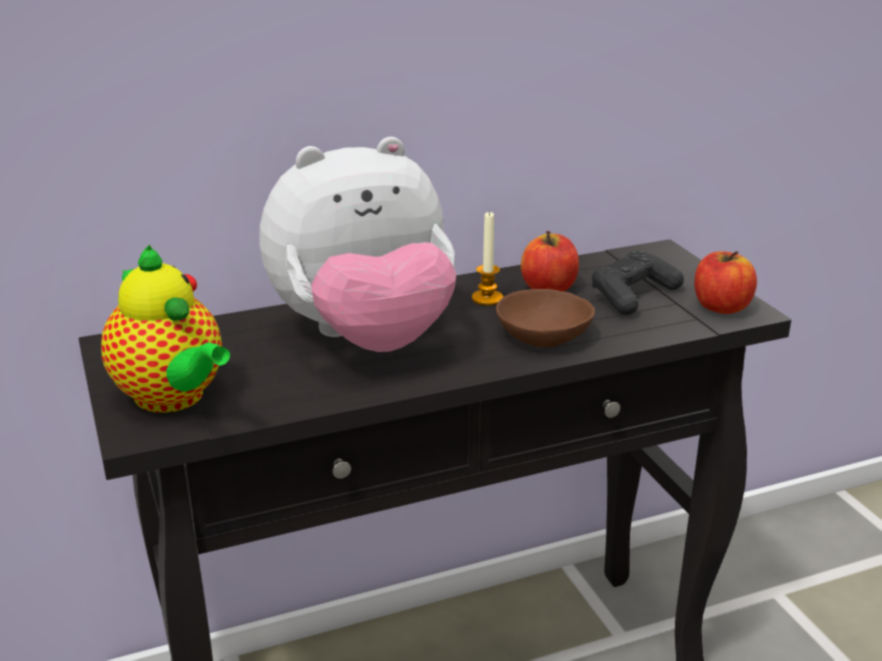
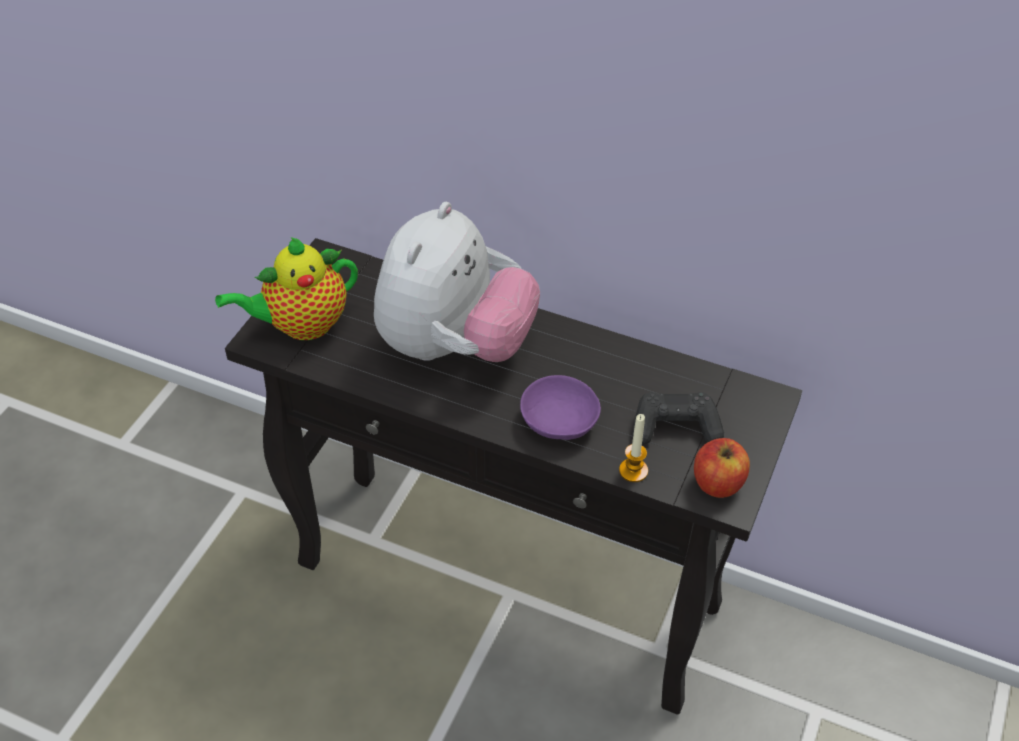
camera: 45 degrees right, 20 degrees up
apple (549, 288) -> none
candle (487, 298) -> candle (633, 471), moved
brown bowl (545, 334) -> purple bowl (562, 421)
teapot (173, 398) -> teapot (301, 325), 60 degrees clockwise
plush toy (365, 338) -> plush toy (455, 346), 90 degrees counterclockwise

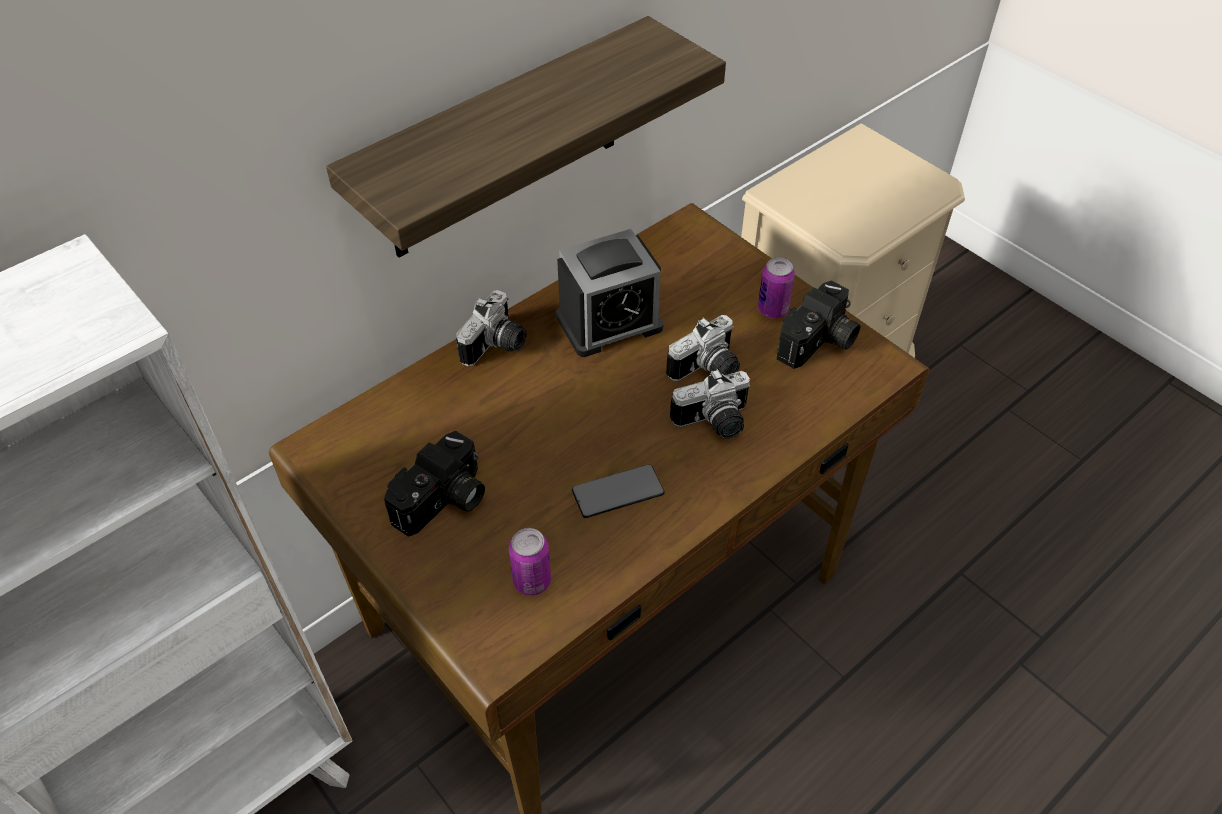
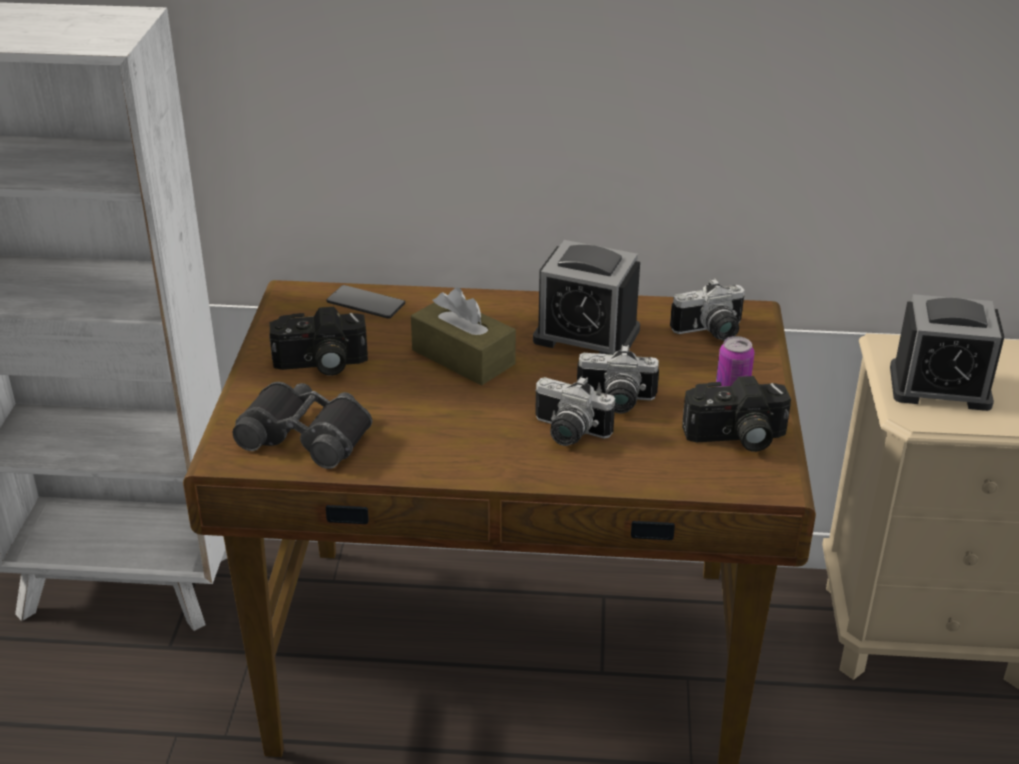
camera: 45 degrees right, 15 degrees down
shelf (504, 142) -> none
none -> brown tissue box (463, 357)
none -> alarm clock (939, 387)
photo camera (497, 346) -> photo camera (711, 333), moved
phone (618, 492) -> phone (366, 303), moved
can (532, 581) -> black binoculars (306, 435)

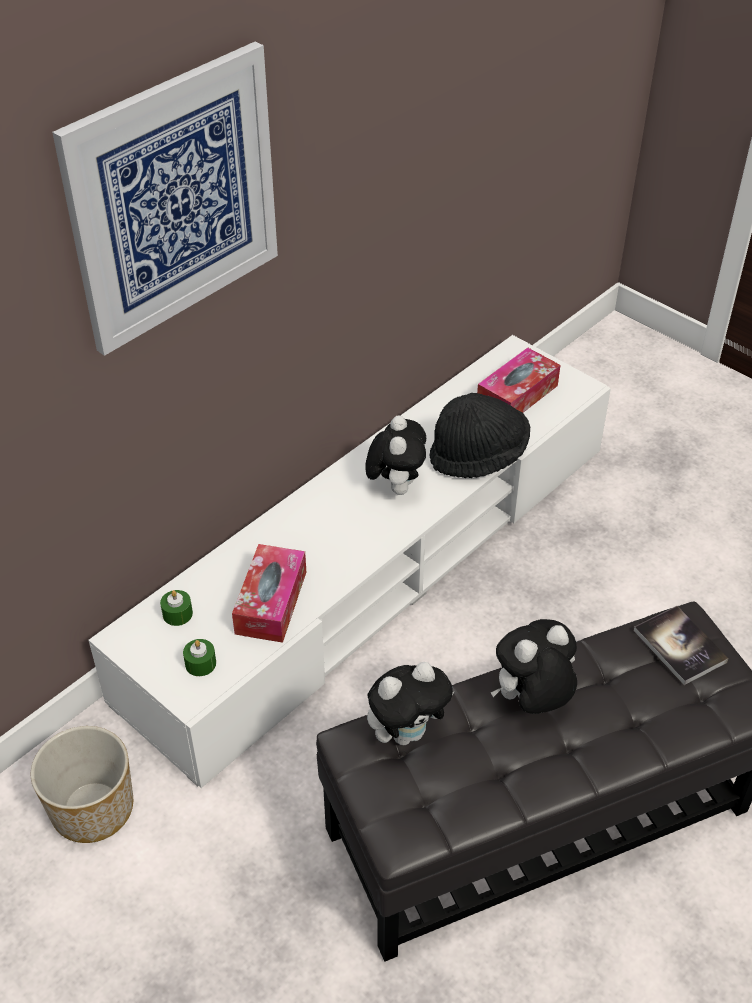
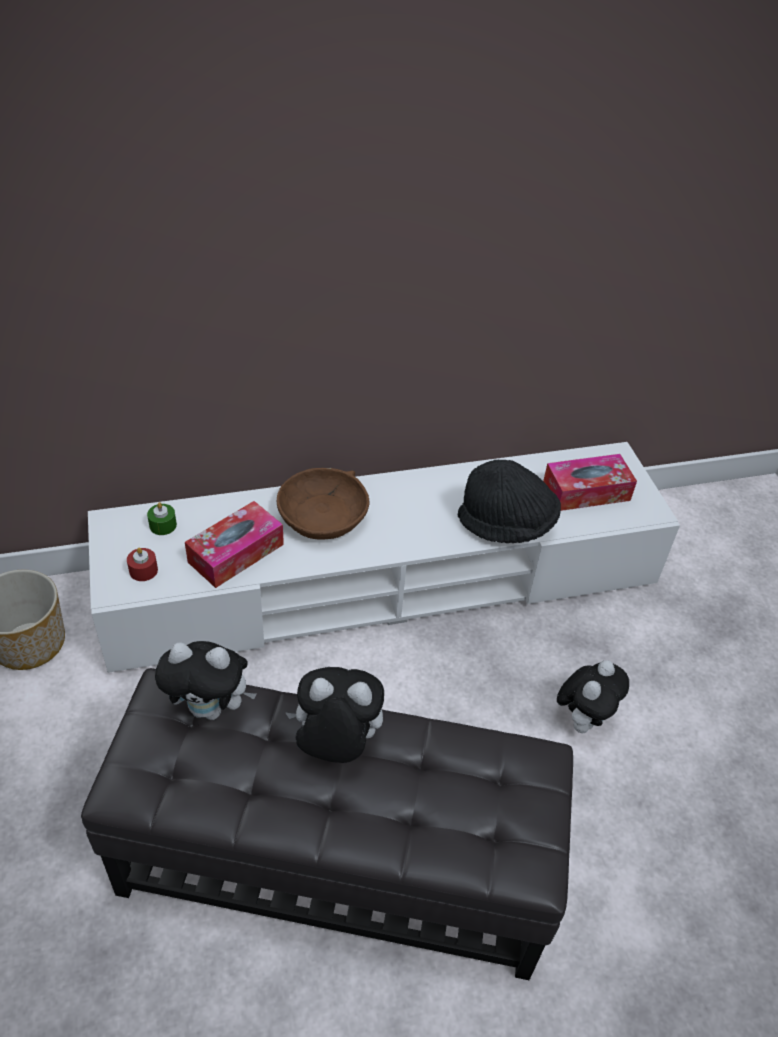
camera: 30 degrees right, 0 degrees up
picture (174, 199) -> none
book (679, 646) -> none
none -> brown bowl (323, 515)
plush toy (395, 486) -> plush toy (583, 718), moved
green candle (200, 663) -> red candle (143, 570)

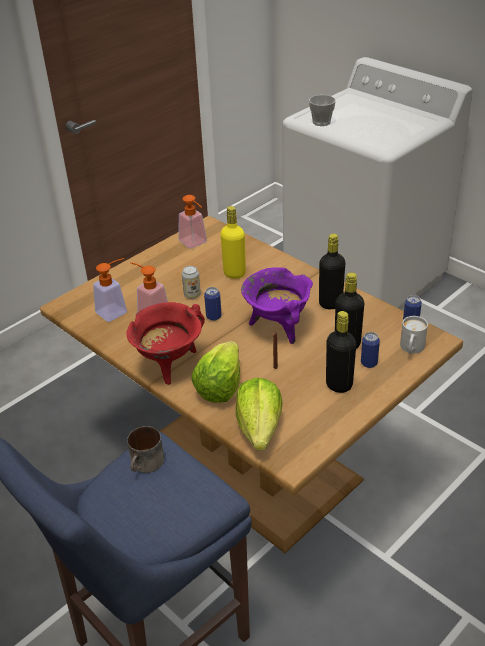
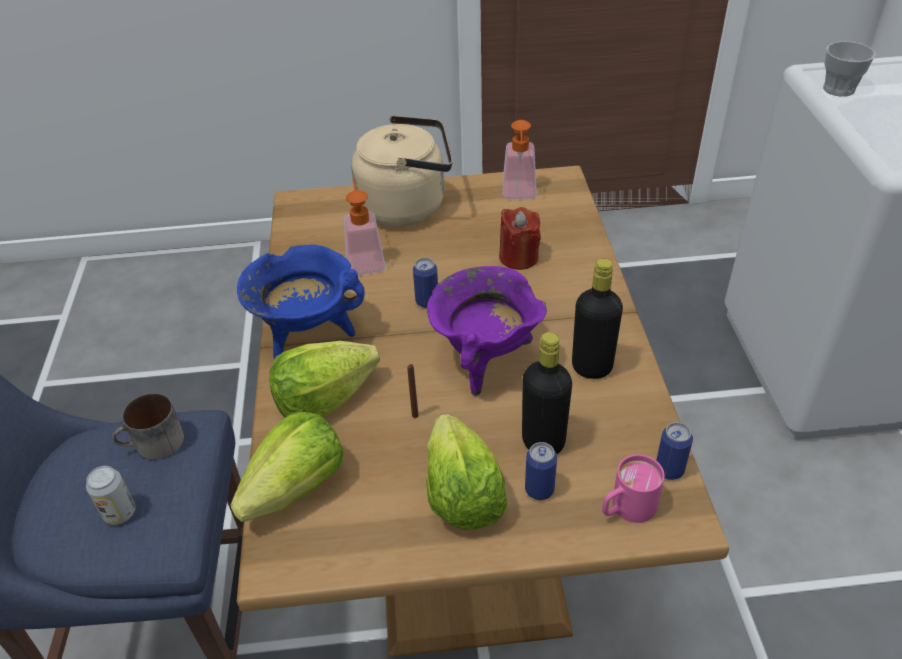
camera: 40 degrees right, 5 degrees up
soap dispenser (116, 310) -> none
none -> beige kettle (408, 206)
can (192, 295) -> can (120, 513), moved
yellow bottle (234, 273) -> red candle (518, 257)
black bottle (339, 385) -> lettuce (461, 495)
red cooking pot (169, 364) -> blue cooking pot (308, 335)
white mug (411, 349) -> pink mug (626, 509)

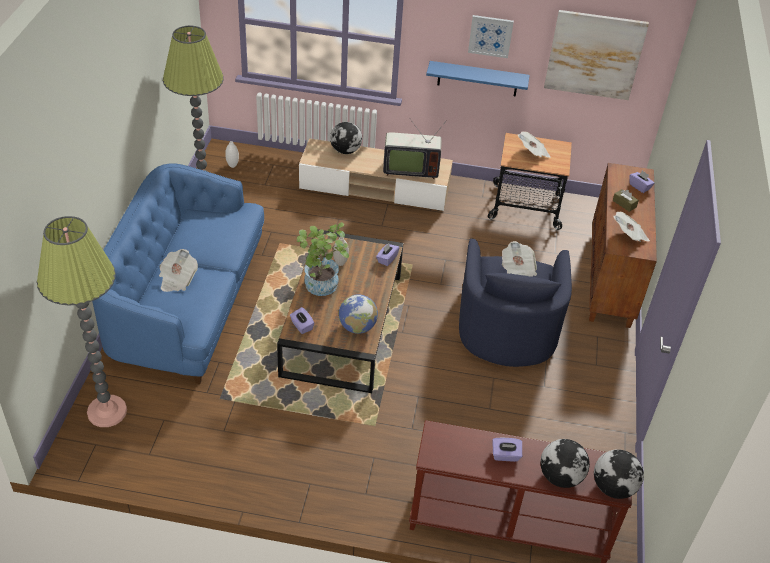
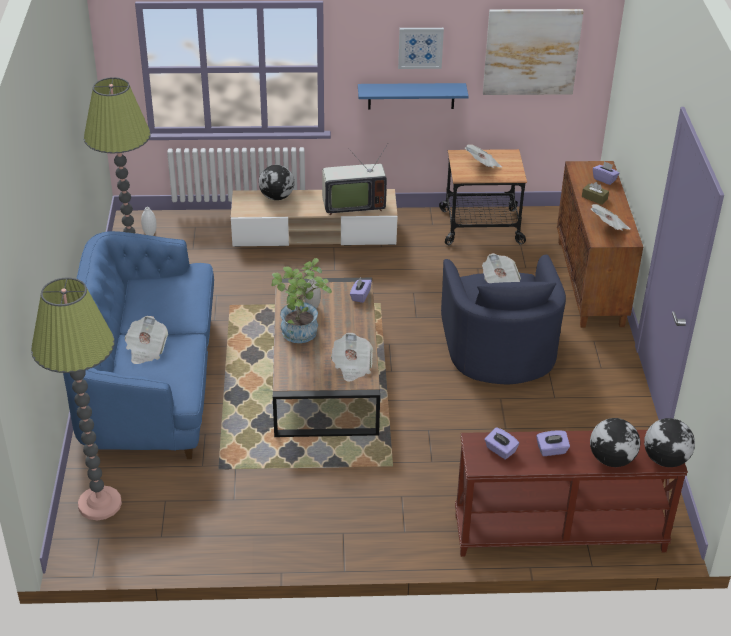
camera: 10 degrees left, 5 degrees down
purple tissue box (301, 326) -> purple tissue box (500, 450), moved
globe (357, 327) -> newspaper (352, 366)

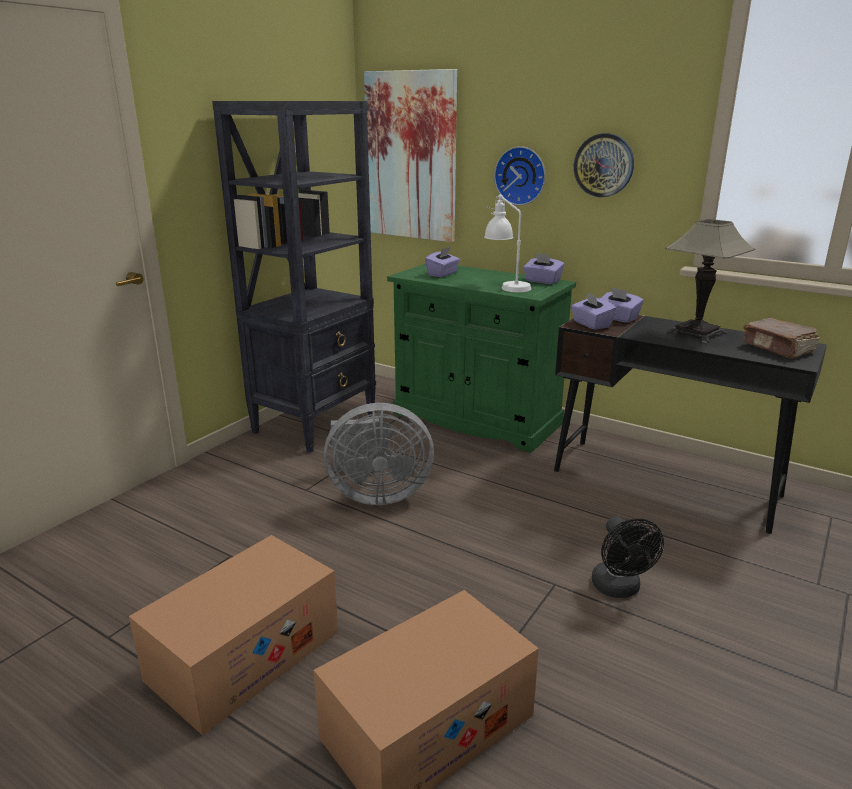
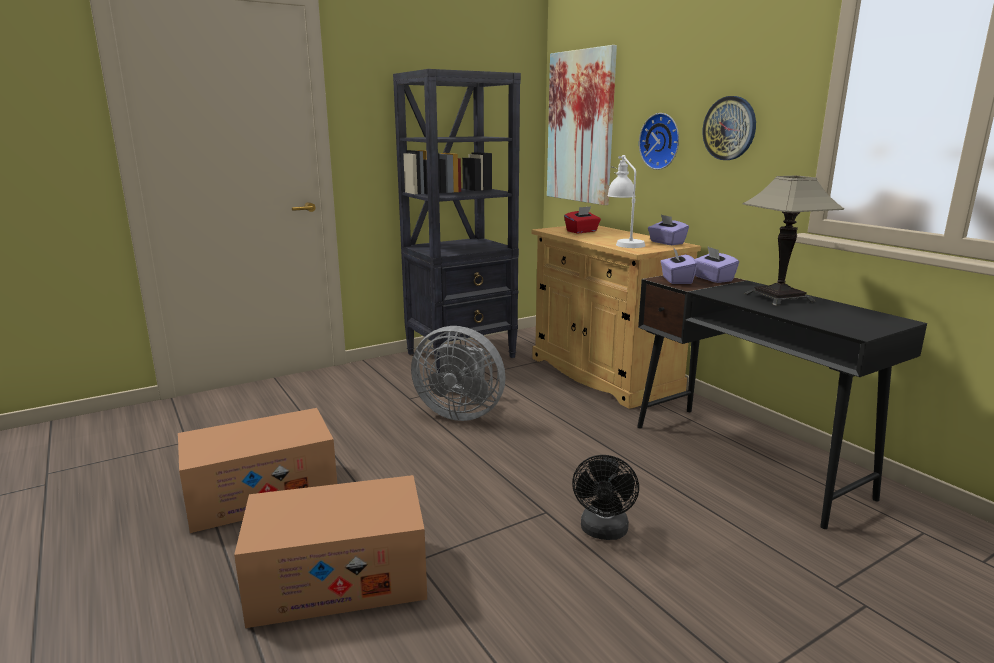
camera: 25 degrees right, 5 degrees down
brown book (778, 349) -> none
green cabinet (476, 419) -> beige cabinet (603, 374)
purple tissue box (442, 274) -> red tissue box (582, 231)

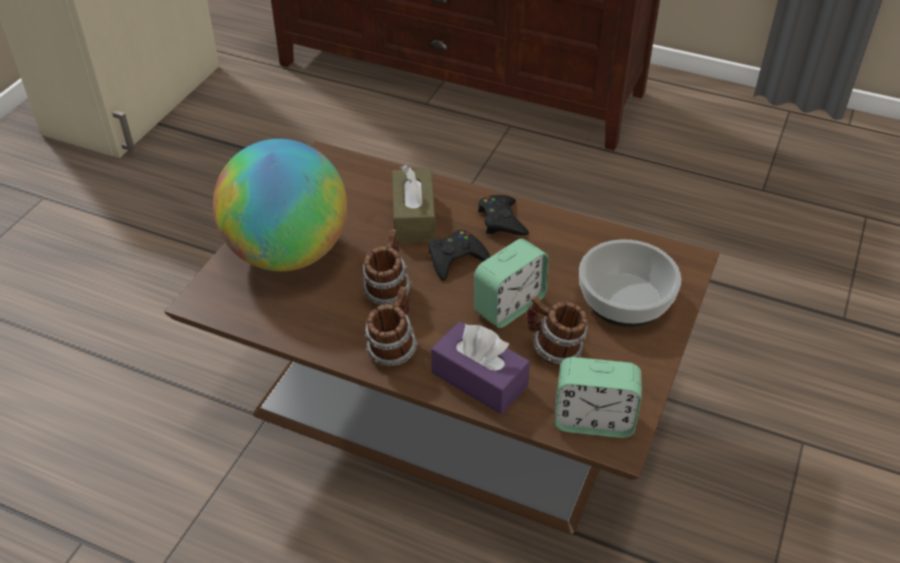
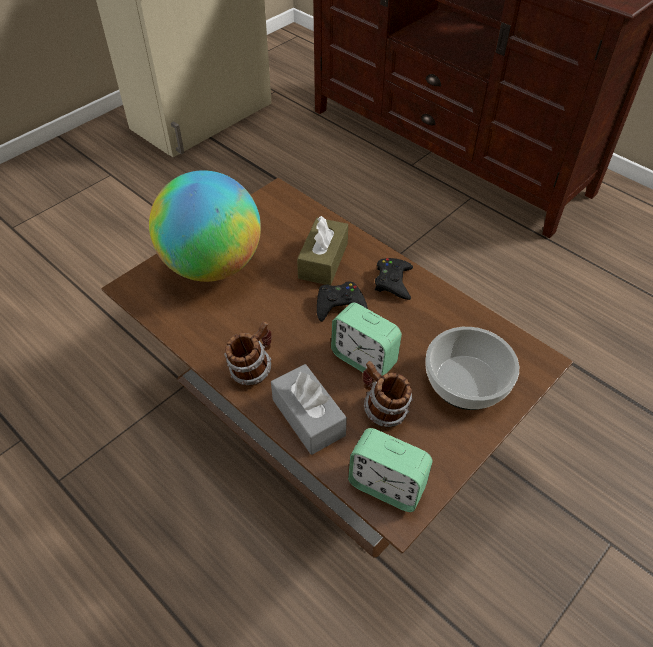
camera: 20 degrees right, 5 degrees up
mug (387, 290) -> none
purple tissue box (479, 379) -> grey tissue box (308, 417)
alarm clock (509, 306) -> alarm clock (364, 359), 60 degrees clockwise

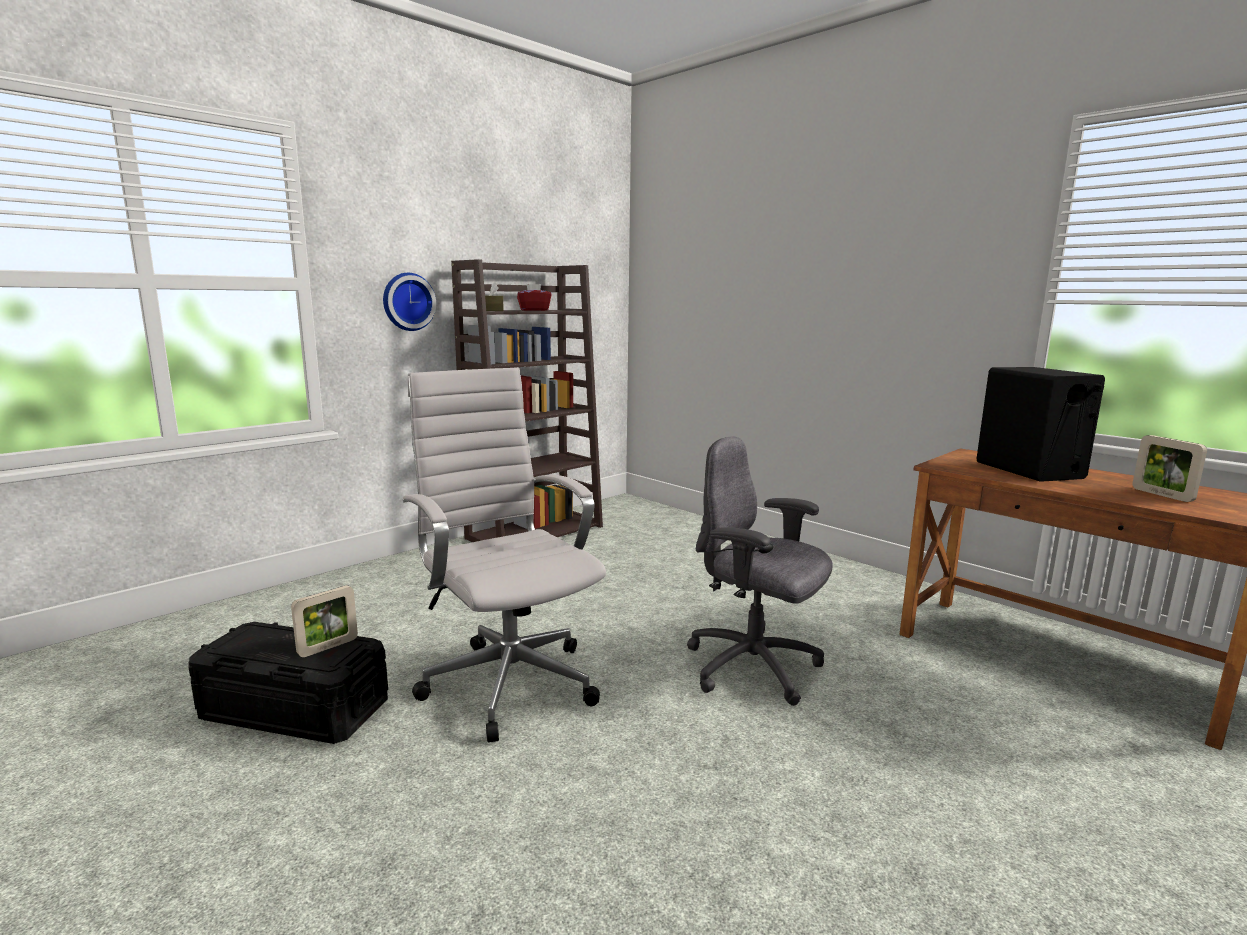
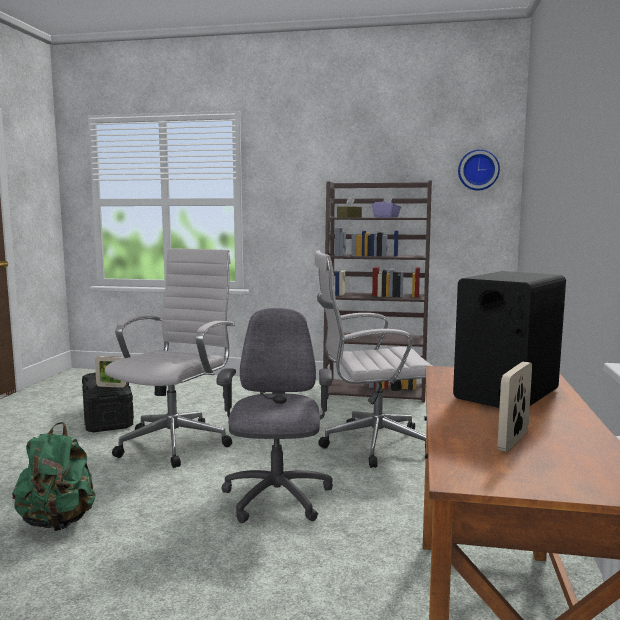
camera: 55 degrees right, 5 degrees down
none -> green backpack (58, 522)
none -> white office chair (370, 445)
wall clock (407, 302) -> wall clock (478, 170), moved
red tissue box (534, 310) -> purple tissue box (386, 217)

